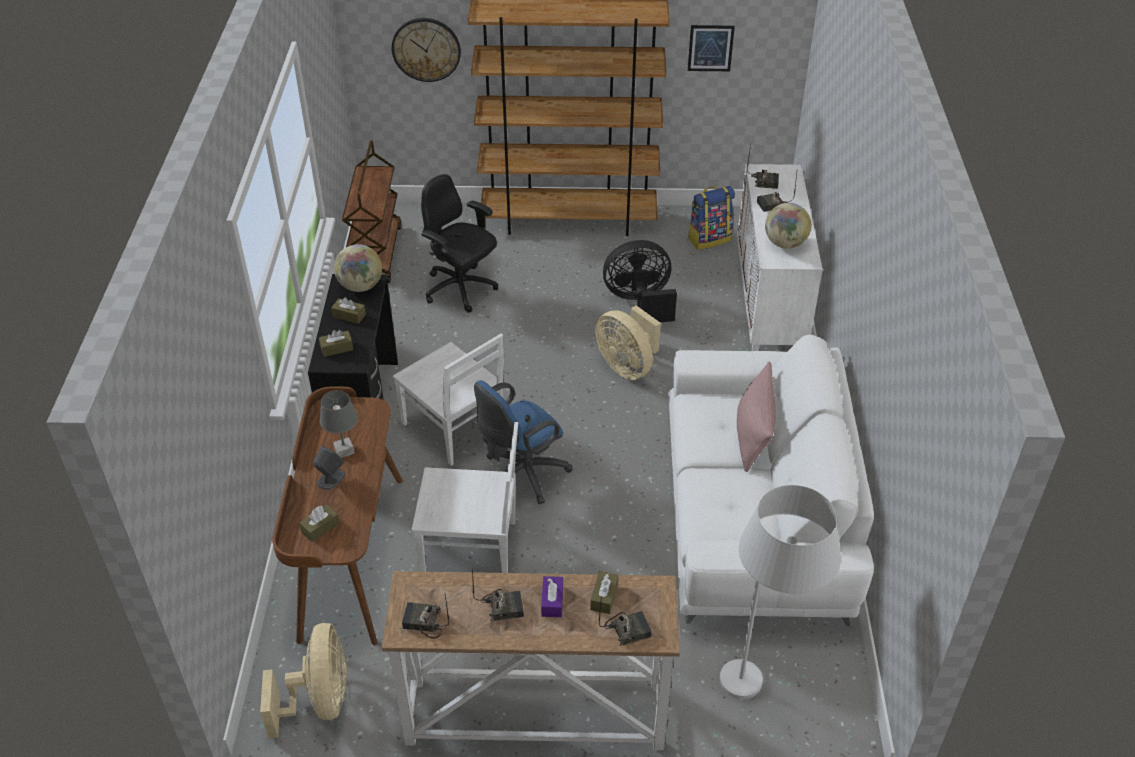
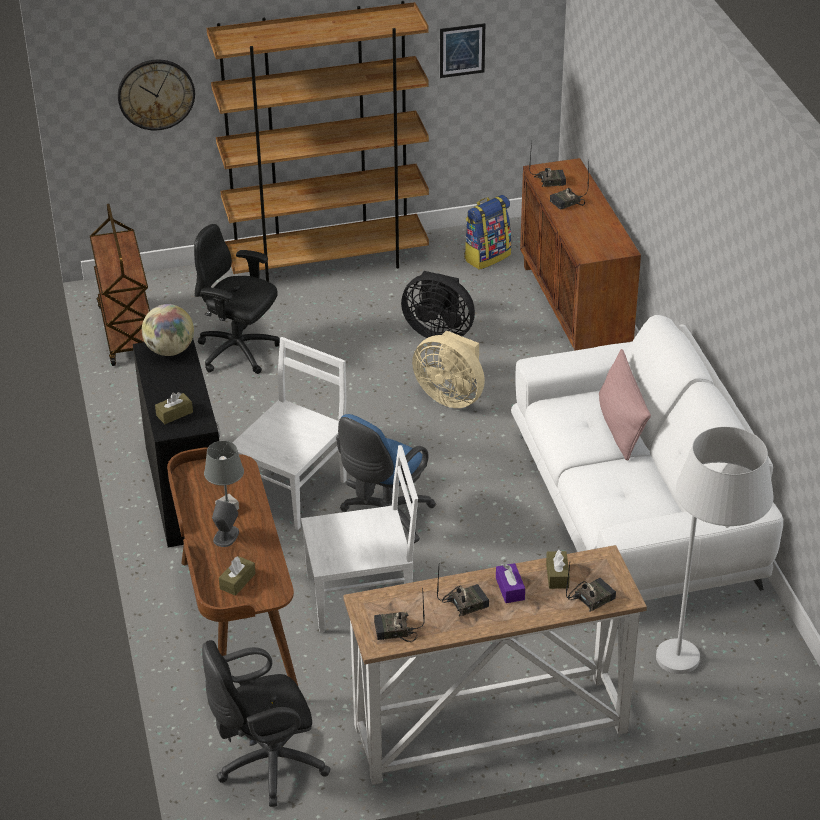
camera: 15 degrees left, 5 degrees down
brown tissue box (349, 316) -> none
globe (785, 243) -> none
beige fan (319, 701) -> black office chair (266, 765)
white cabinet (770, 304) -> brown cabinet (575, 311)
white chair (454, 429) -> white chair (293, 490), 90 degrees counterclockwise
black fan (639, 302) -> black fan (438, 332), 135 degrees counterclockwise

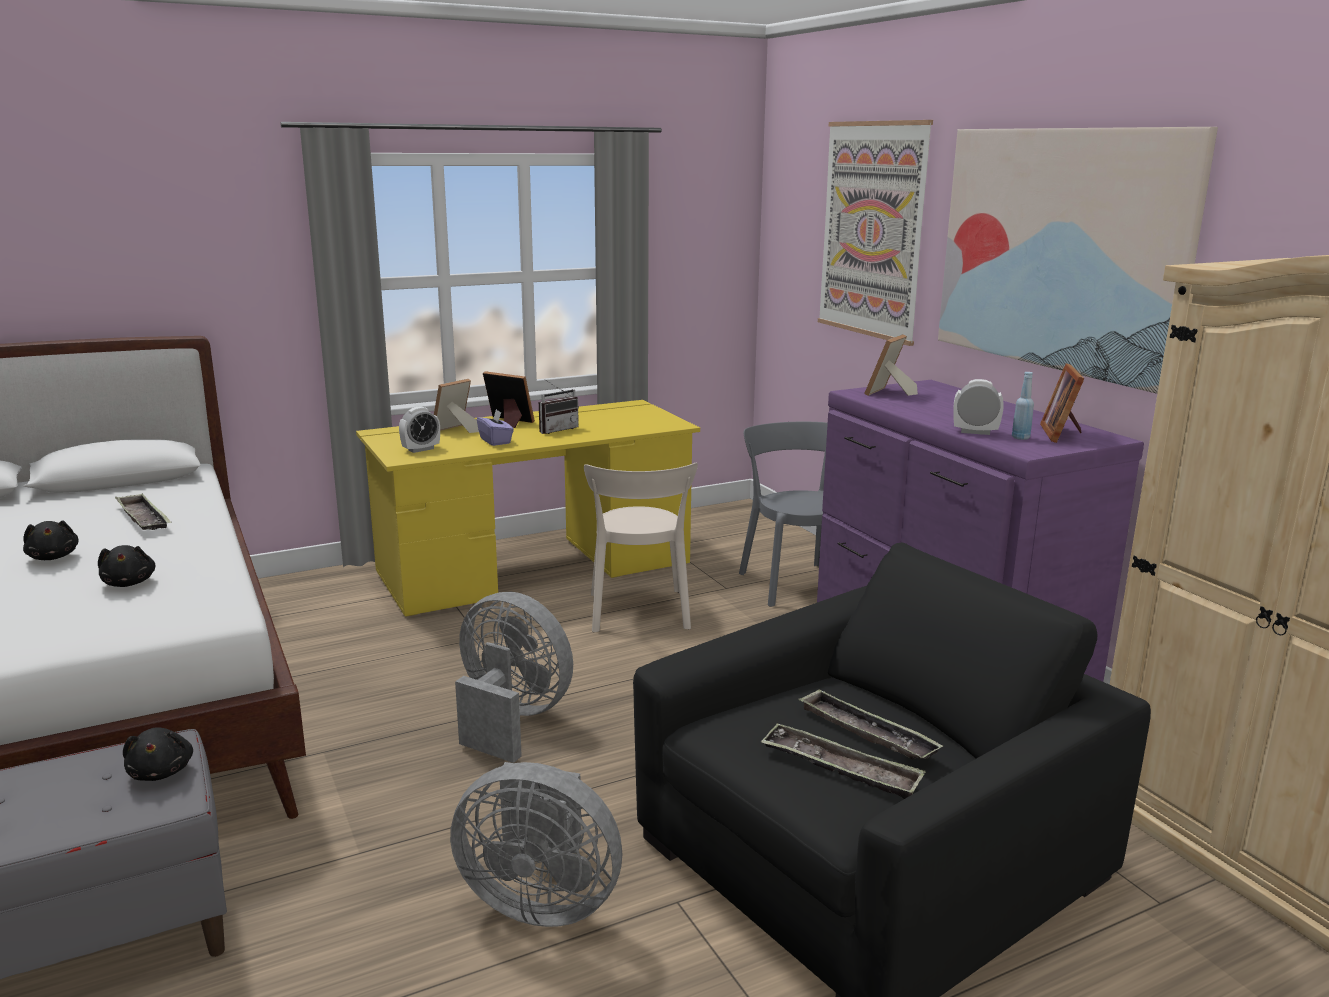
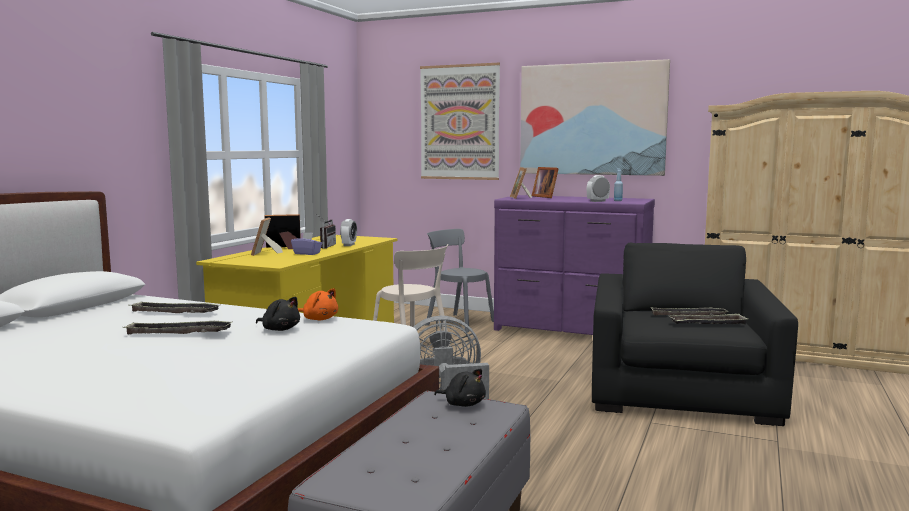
camera: 40 degrees left, 10 degrees down
grey fan (540, 901) -> none
none -> orange plush toy (319, 319)
alarm clock (421, 449) -> alarm clock (349, 245), moved
picture frame (1062, 434) -> picture frame (545, 197), moved
black plush toy (53, 557) -> tray (179, 333)

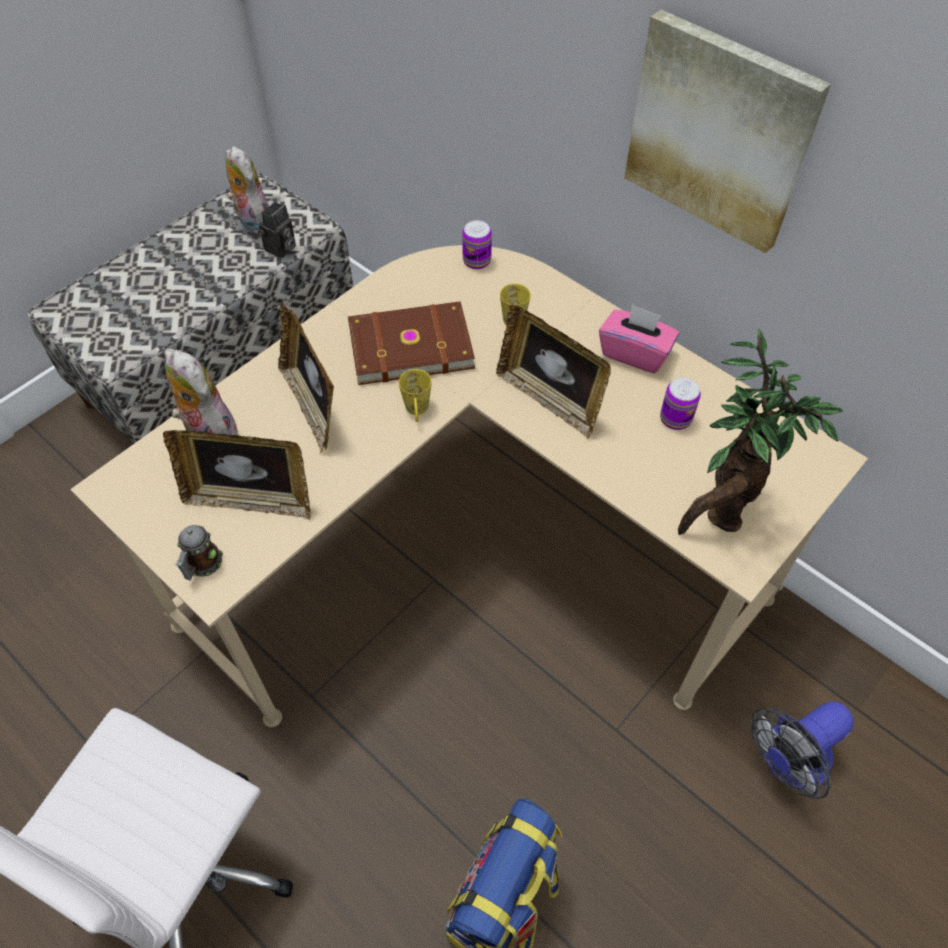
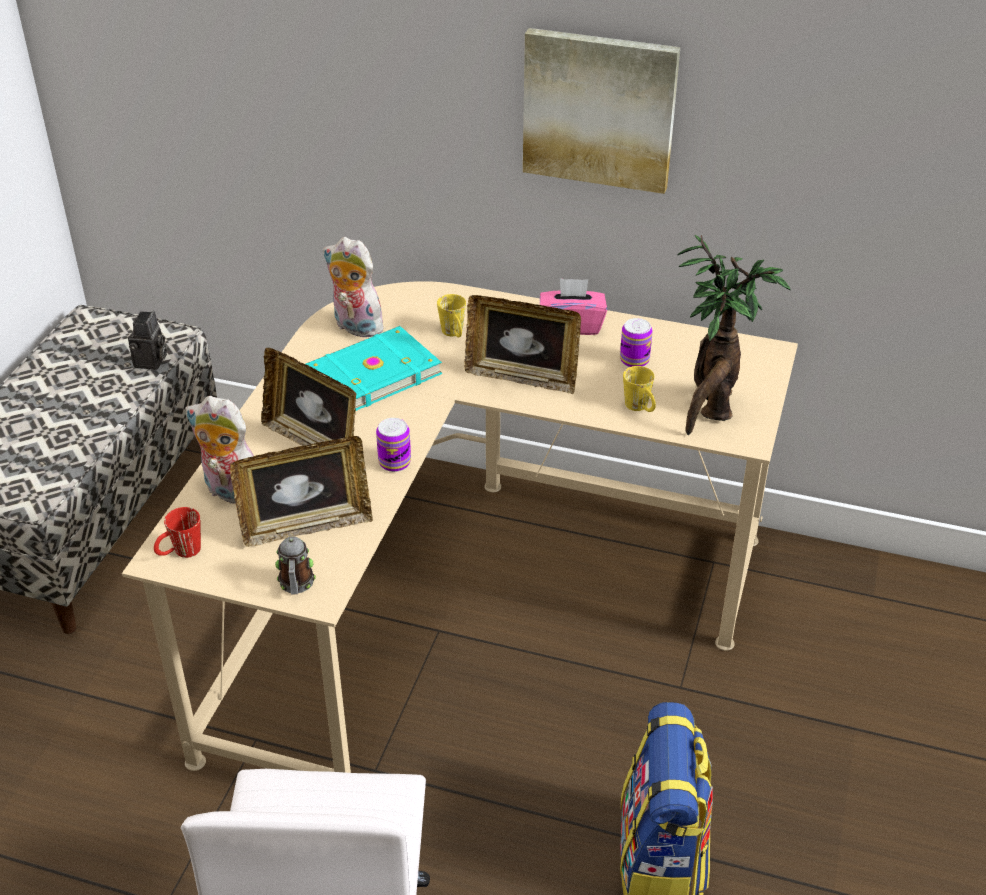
camera: 25 degrees left, 15 degrees down
fan (787, 762) -> none
none -> red mug (180, 553)
plush toy (252, 222) -> plush toy (355, 327), moved
yellow mug (417, 412) -> yellow mug (640, 408), moved
can (476, 261) -> can (394, 462), moved
brown book (409, 345) -> turquoise book (371, 374)

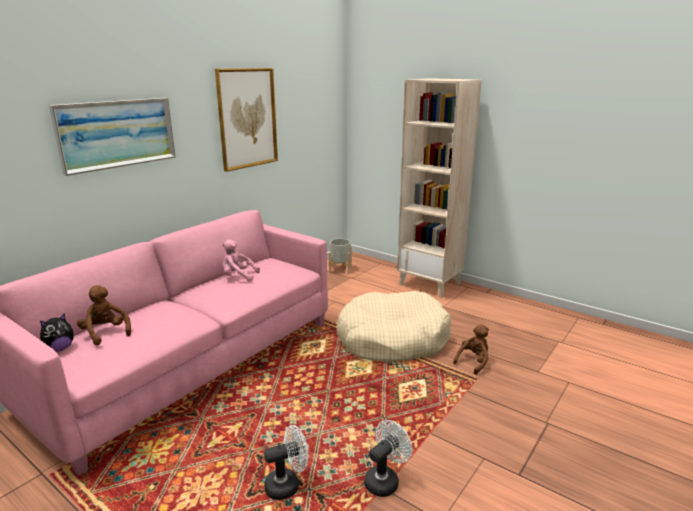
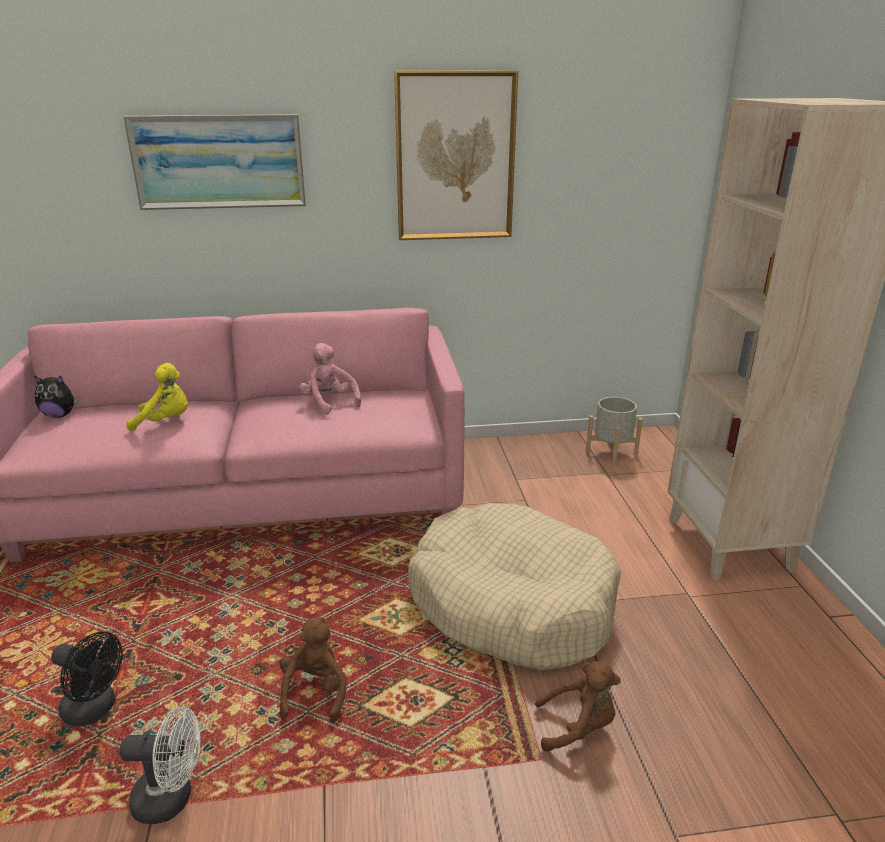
camera: 45 degrees right, 5 degrees up
none -> yellow plush toy (165, 421)
brown plush toy (106, 333) -> brown plush toy (315, 692), moved
white fan (287, 484) -> black fan (95, 709)

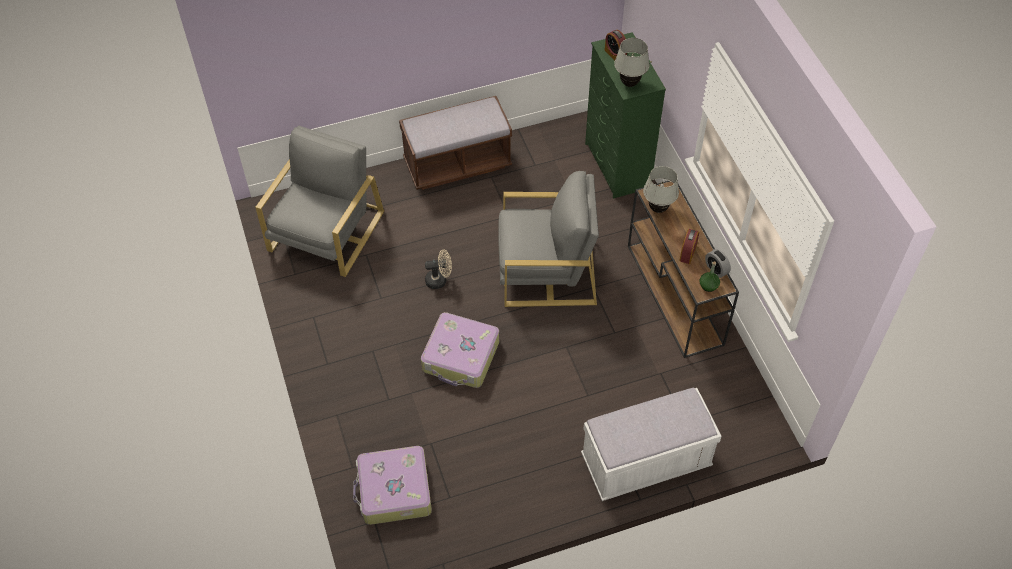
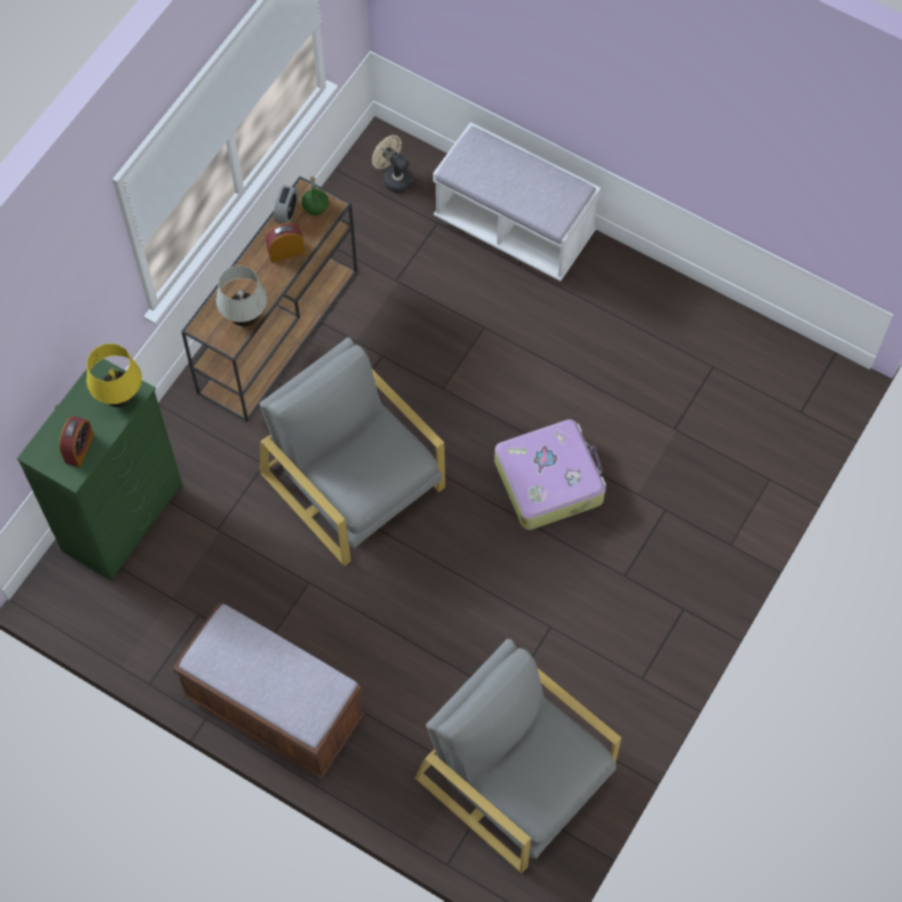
camera: 130 degrees left, 10 degrees up
suitcase (394, 491) -> none
beige fan (439, 280) -> beige fan (394, 178), moved
white table lamp (629, 83) -> yellow table lamp (120, 398)
grey armchair (325, 232) -> grey armchair (516, 776), 60 degrees clockwise

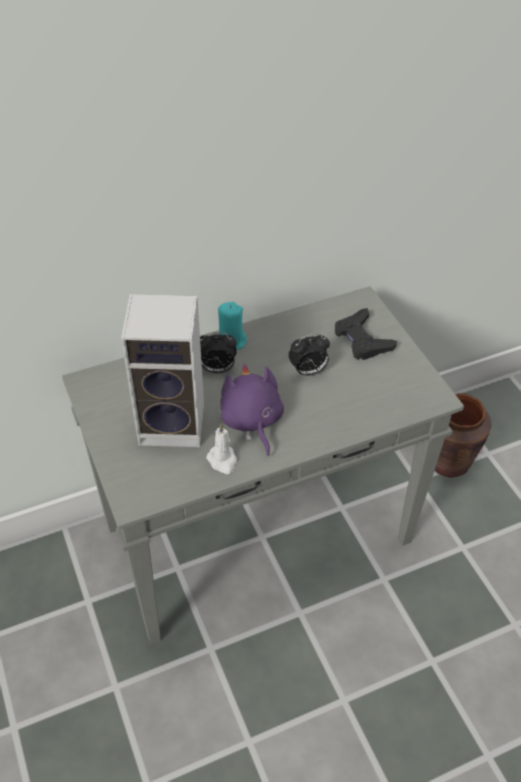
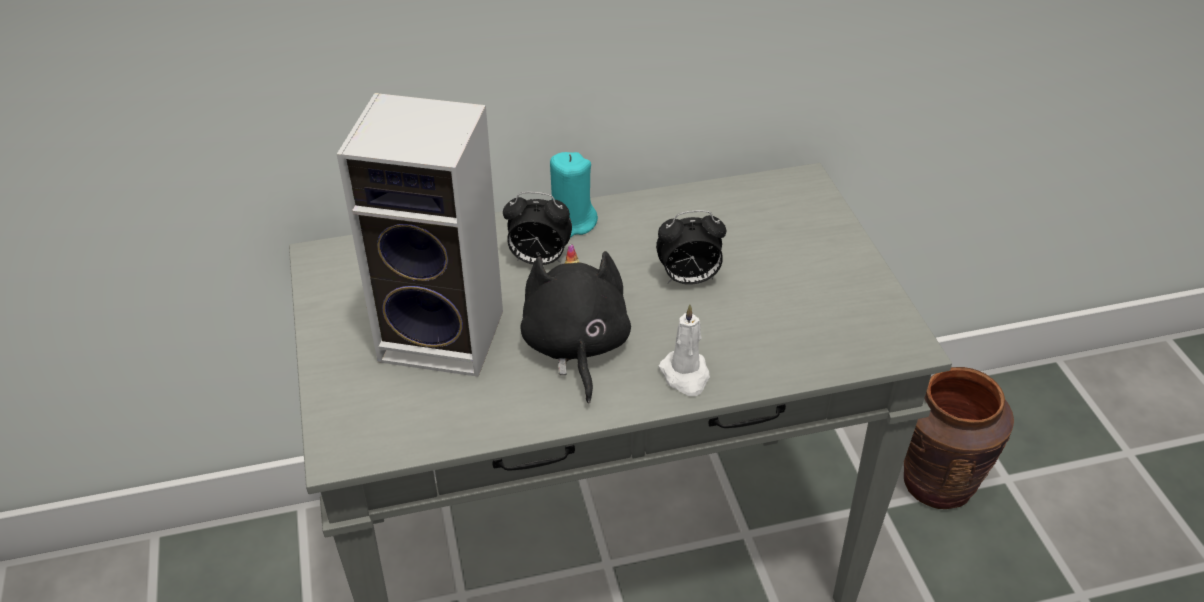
camera: 10 degrees right, 5 degrees down
black game controller (362, 339) -> none
white candle (223, 461) -> white candle (685, 375), moved
purple plush toy (251, 421) -> black plush toy (575, 346)

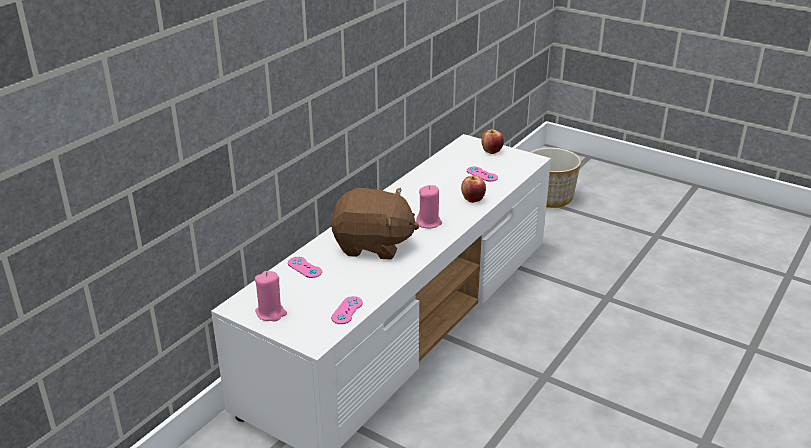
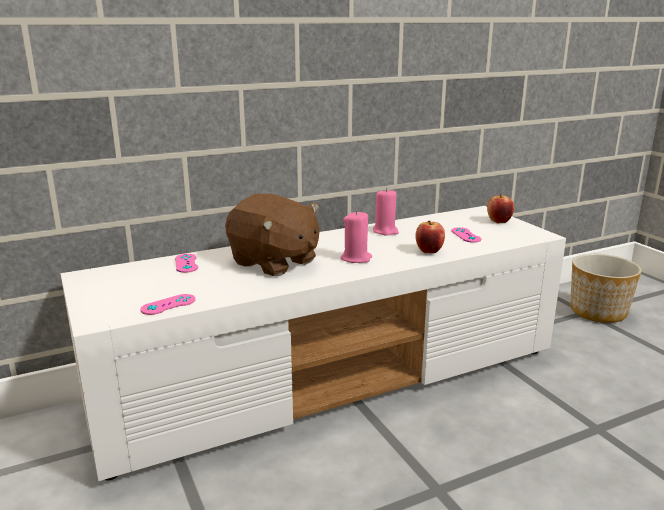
camera: 30 degrees right, 10 degrees down
pink candle (271, 313) -> pink candle (385, 231), moved

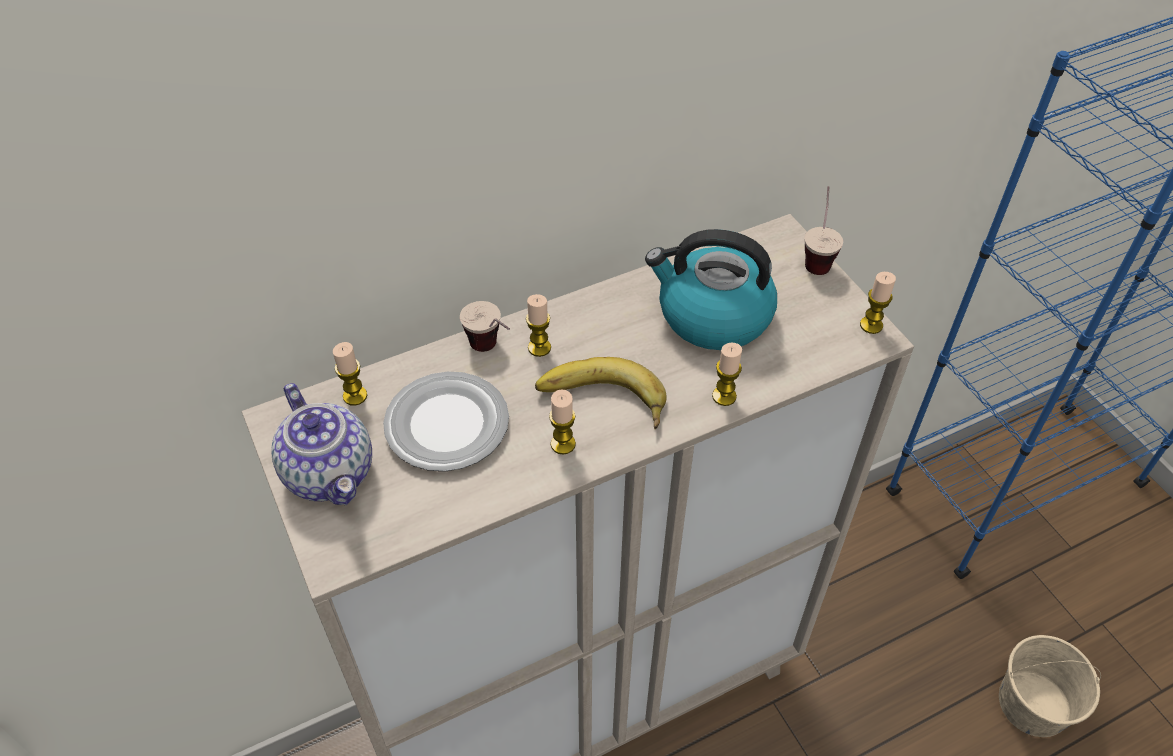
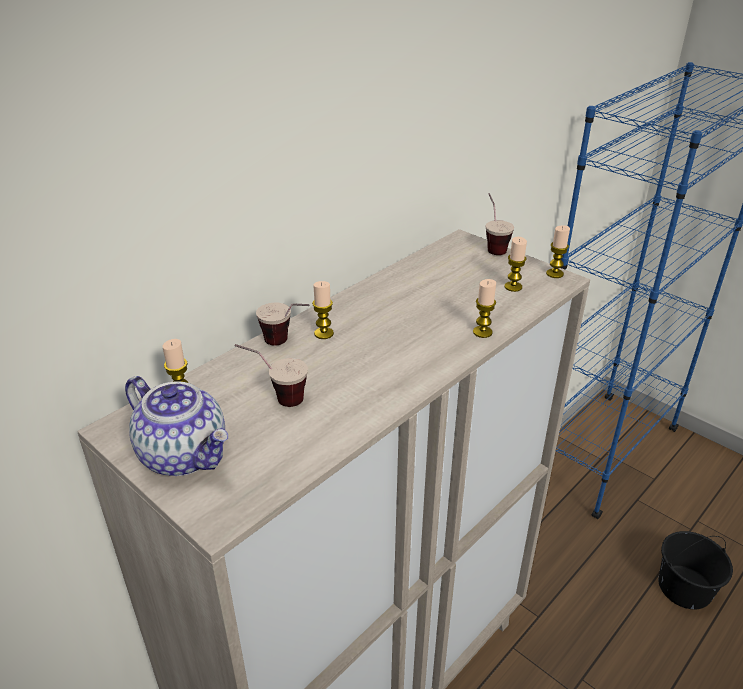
camera: 20 degrees left, 15 degrees down
banana (601, 403) -> none
kettle (712, 316) -> none
candle (563, 444) -> candle (513, 287), moved
plate (447, 426) -> cup (275, 398)
beige bucket (1033, 704) -> black bucket (685, 587)

